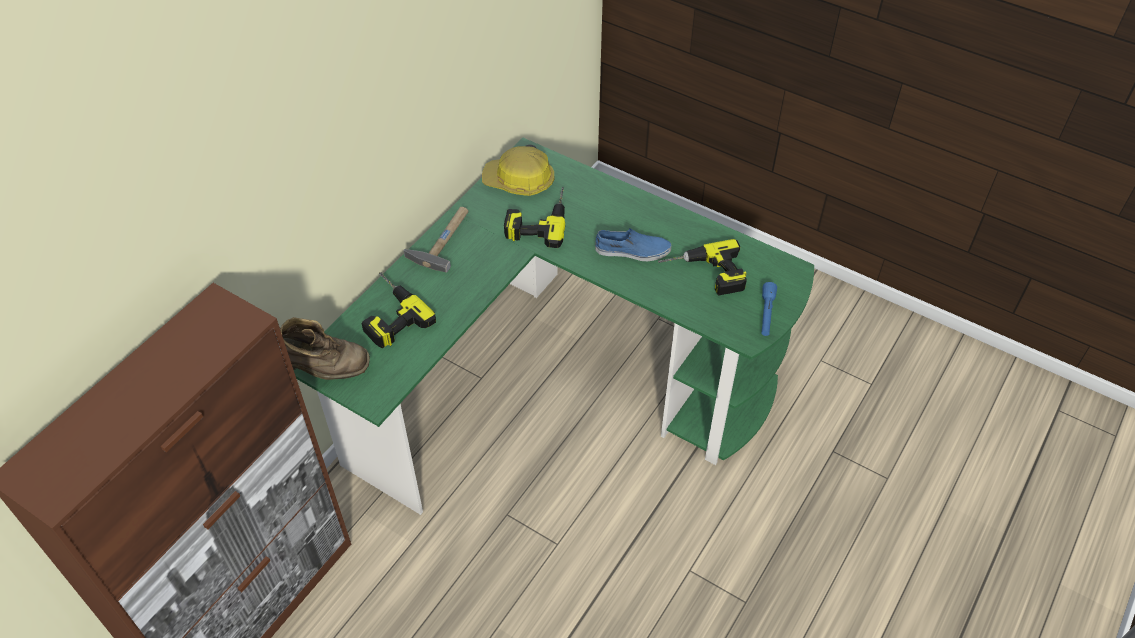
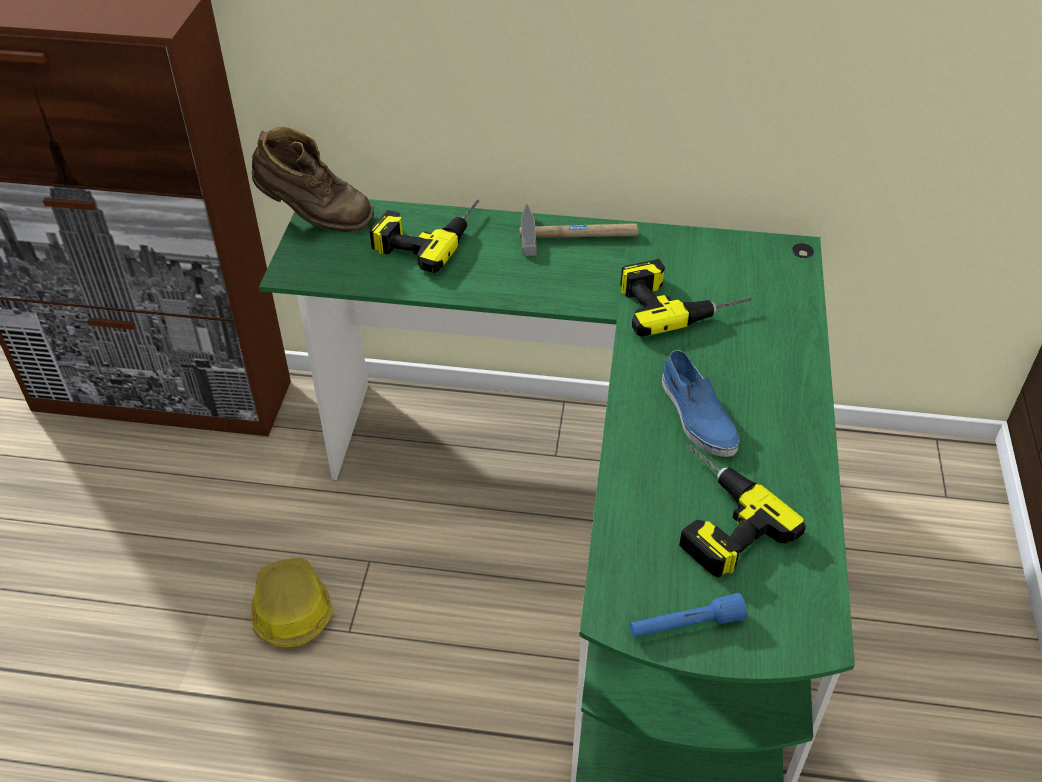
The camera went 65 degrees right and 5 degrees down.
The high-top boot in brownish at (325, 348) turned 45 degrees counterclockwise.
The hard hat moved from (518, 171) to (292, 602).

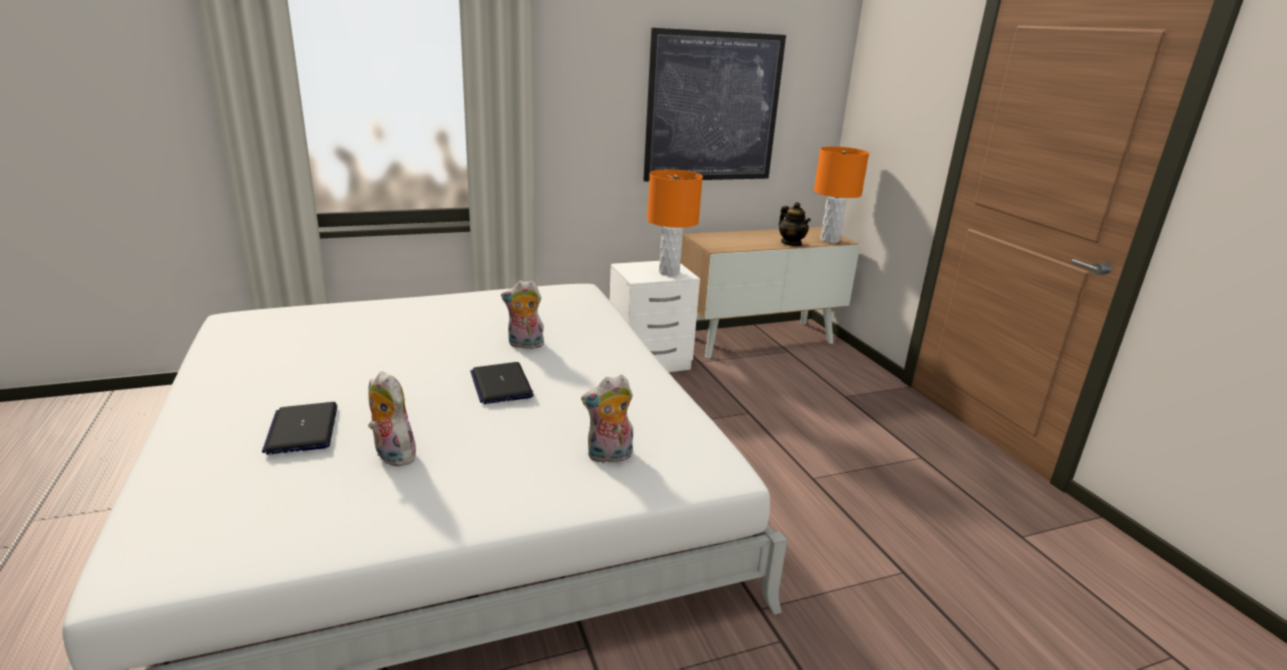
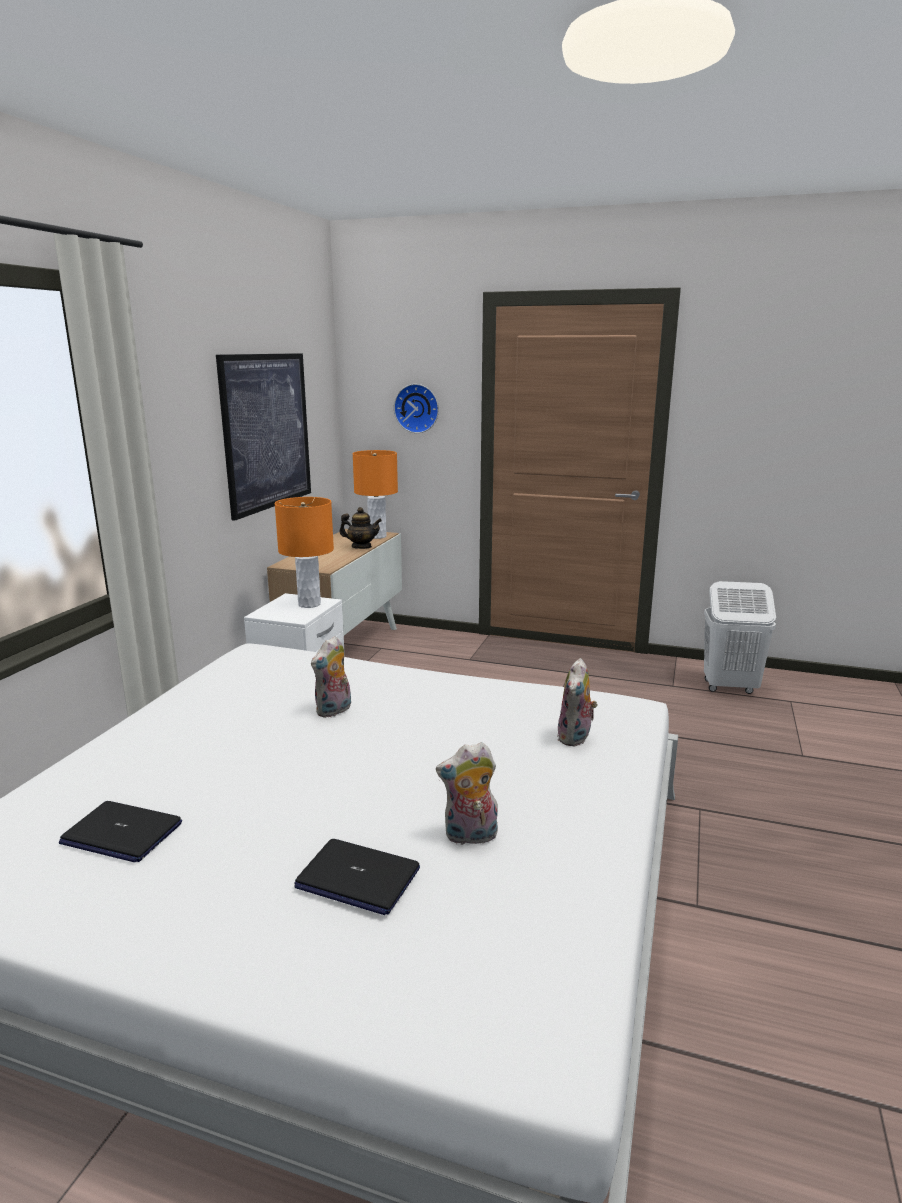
The camera went 50 degrees left and 5 degrees down.
The portable computer moved from (502, 383) to (120, 831).
The clock on the wall at (416, 408) appeared.
The hamper in white-coloured at (740, 637) appeared.

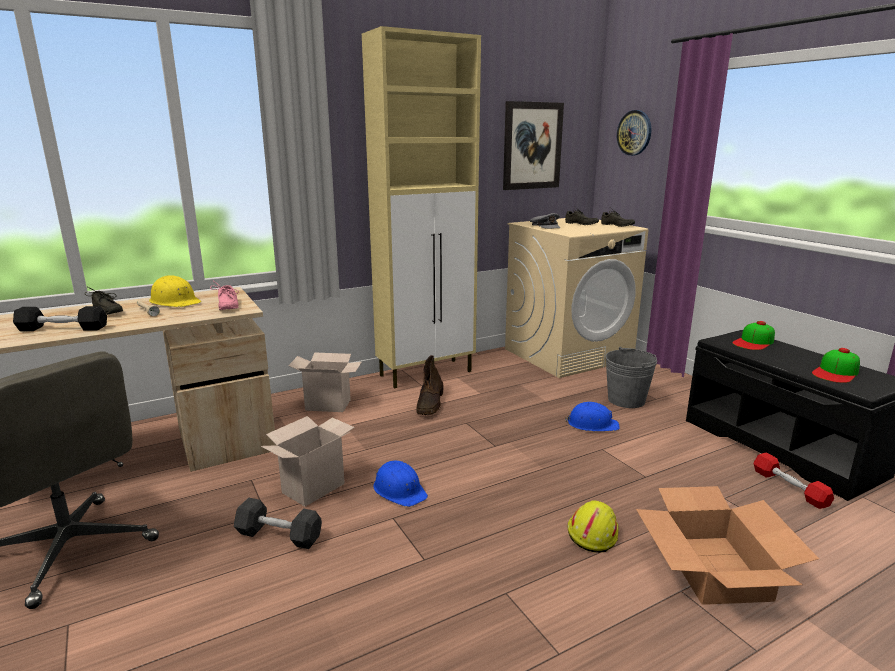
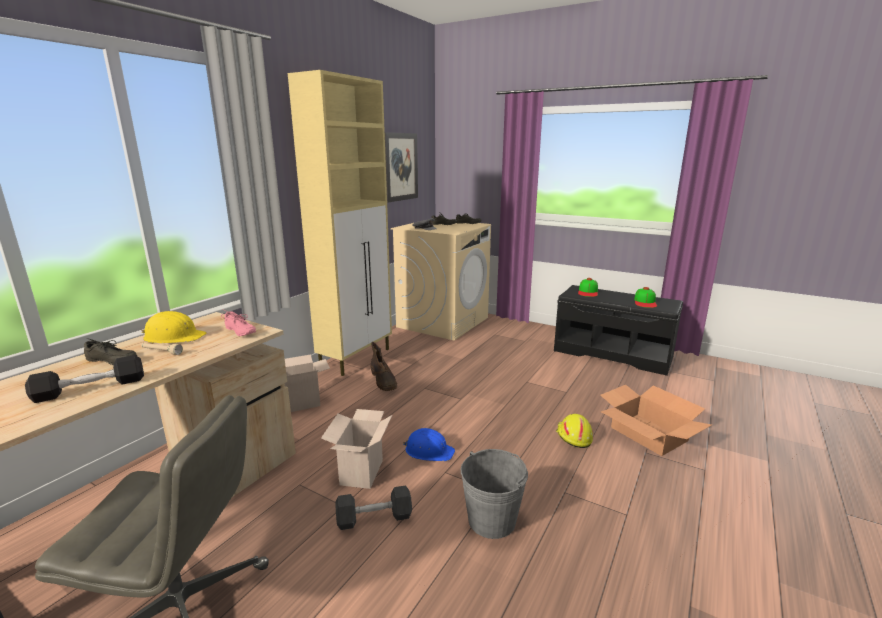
The camera went 30 degrees left and 0 degrees up.
The hard hat in blue-coloured at (592, 416) disappeared.
The water bucket in grey moved from (631, 377) to (494, 494).
The clock on the wall at (634, 133) disappeared.
The dumbbell in red at (793, 480) disappeared.

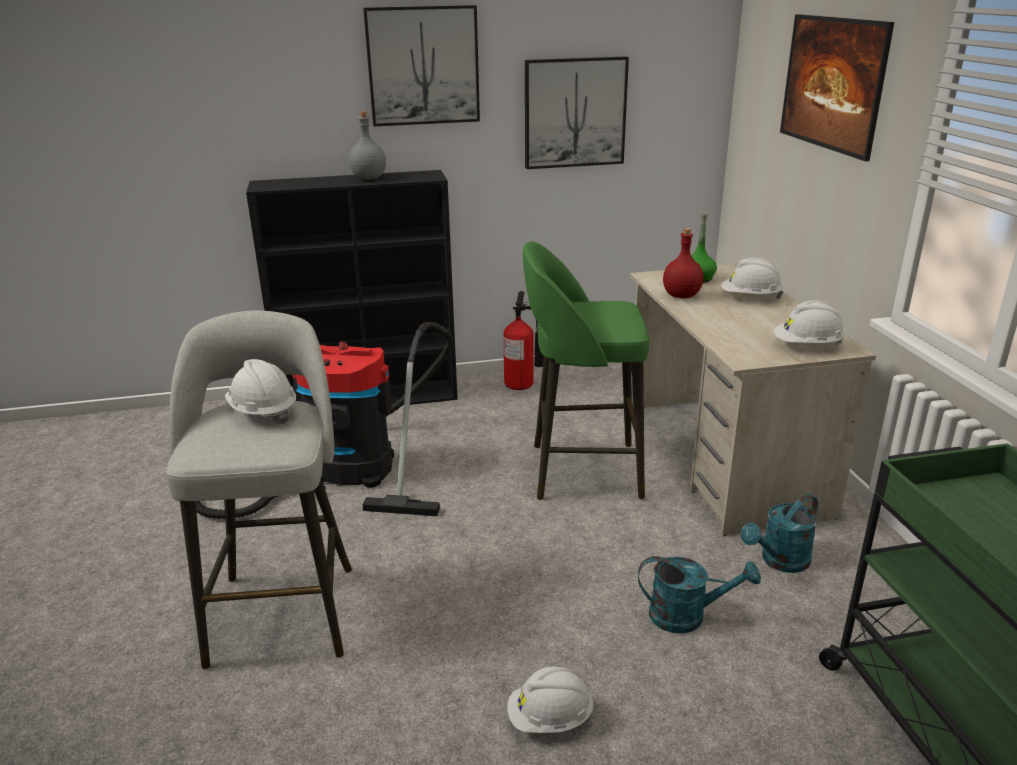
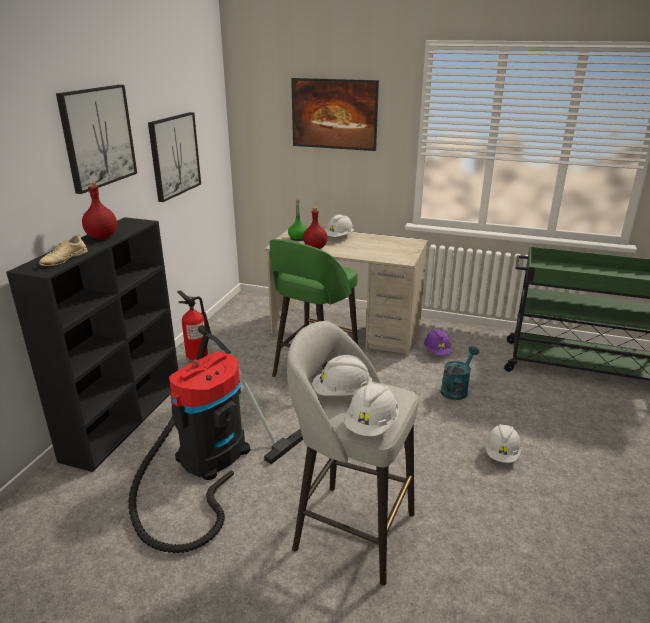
The camera went 60 degrees left and 0 degrees up.
The bottle in grey at (367, 145) became the bottle in red at (99, 210).
The sprinkling can in turquoise at (779, 533) was replaced by the hard hat in purplish at (438, 342).
The hard hat in white-coloured moved from (809, 322) to (371, 409).
The item of footwear in beige at (63, 250) appeared.

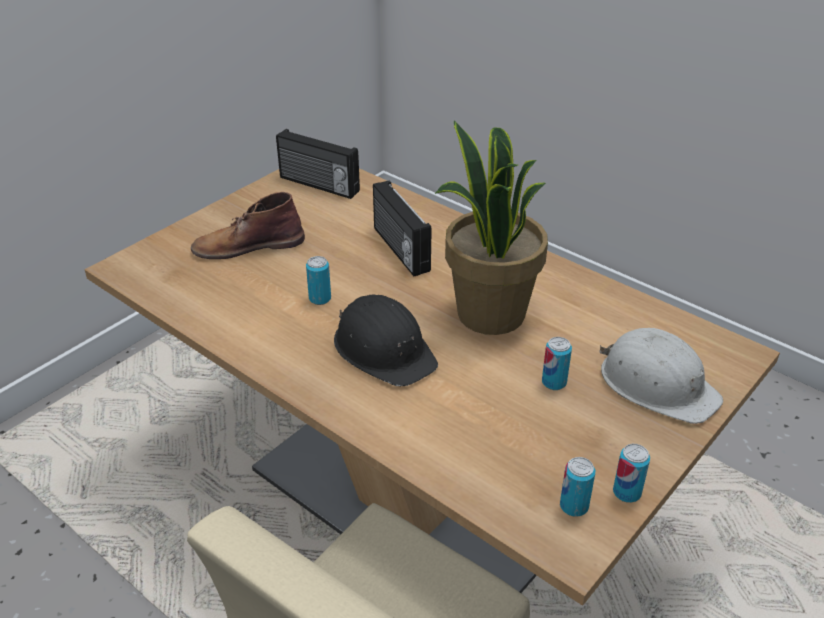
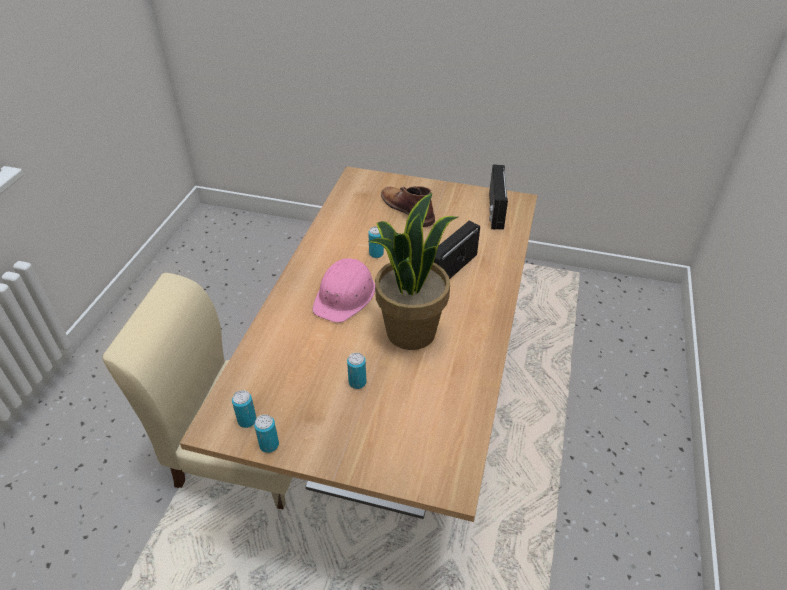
The camera went 65 degrees right and 5 degrees up.
The hard hat in black at (386, 340) became the hard hat in pinkish at (343, 290).
The hard hat in white-coloured at (661, 376) disappeared.

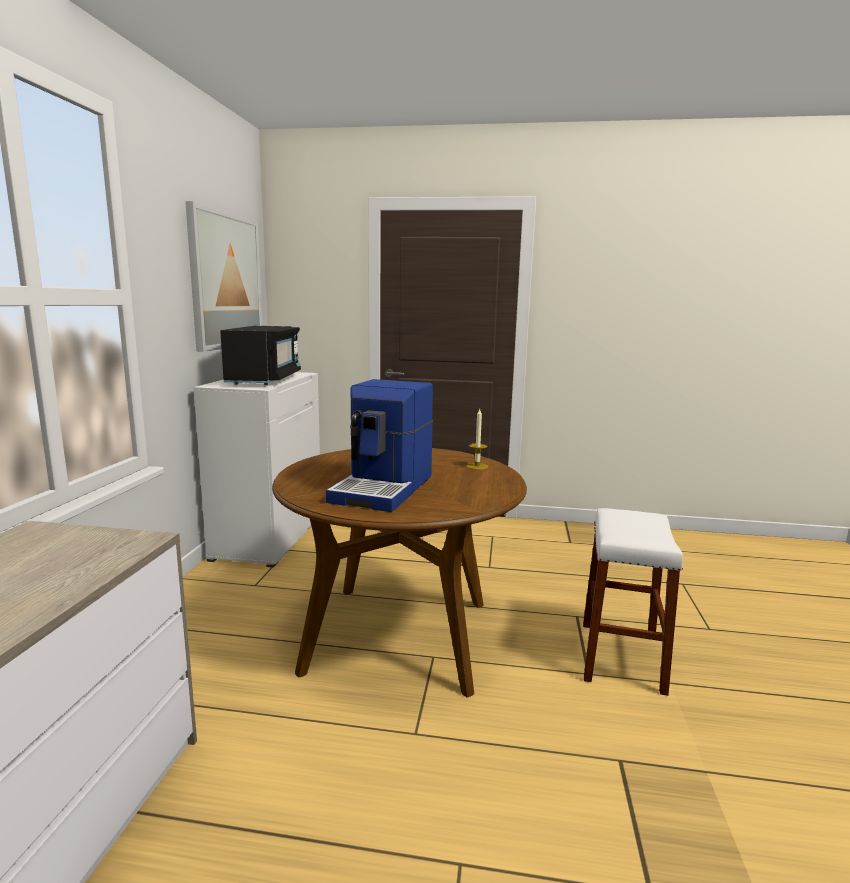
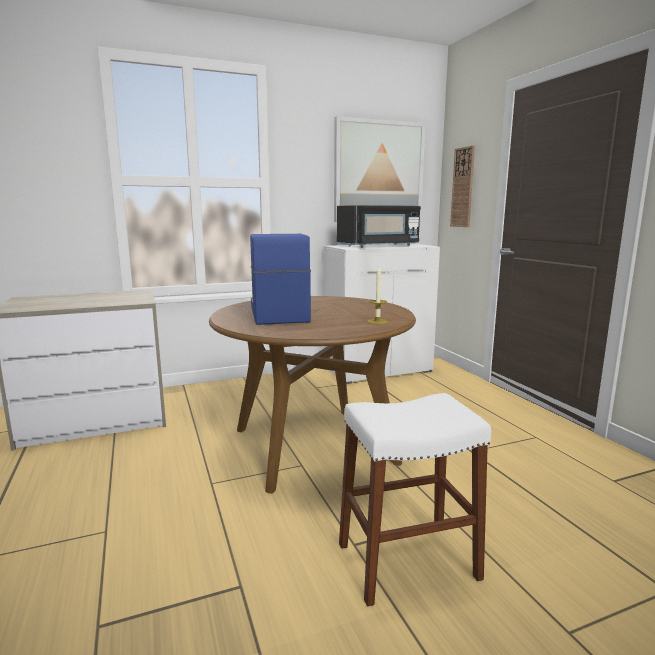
The camera went 60 degrees right and 0 degrees up.
The coffee brewer at (379, 445) turned 90 degrees clockwise.
The clock on the wall at (462, 186) appeared.

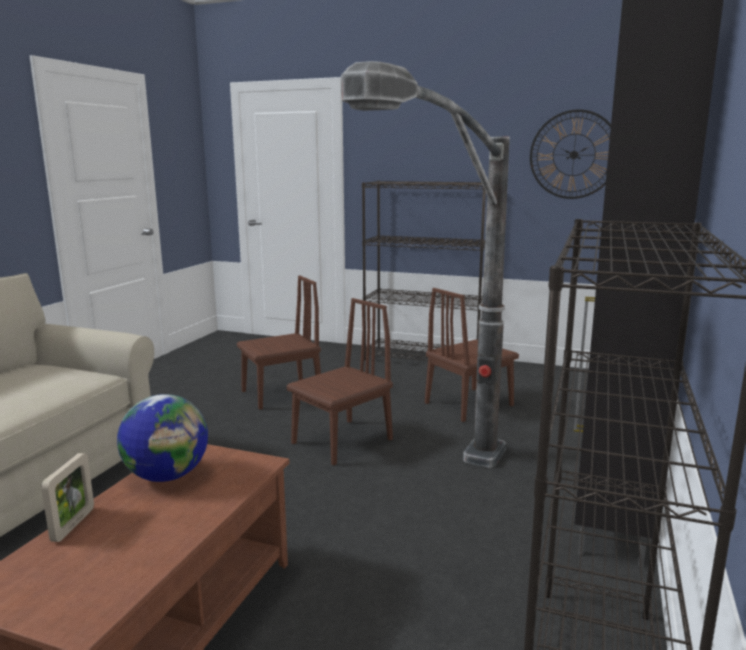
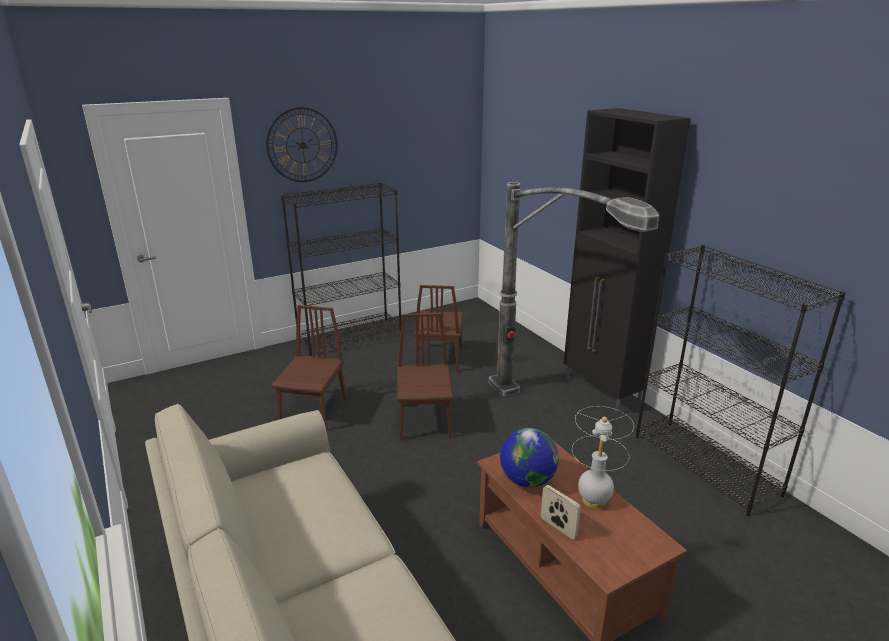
The camera went 50 degrees left and 10 degrees up.
The clock on the wall moved from (570, 154) to (302, 144).
The tabletop lamp in white-coloured at (603, 457) appeared.

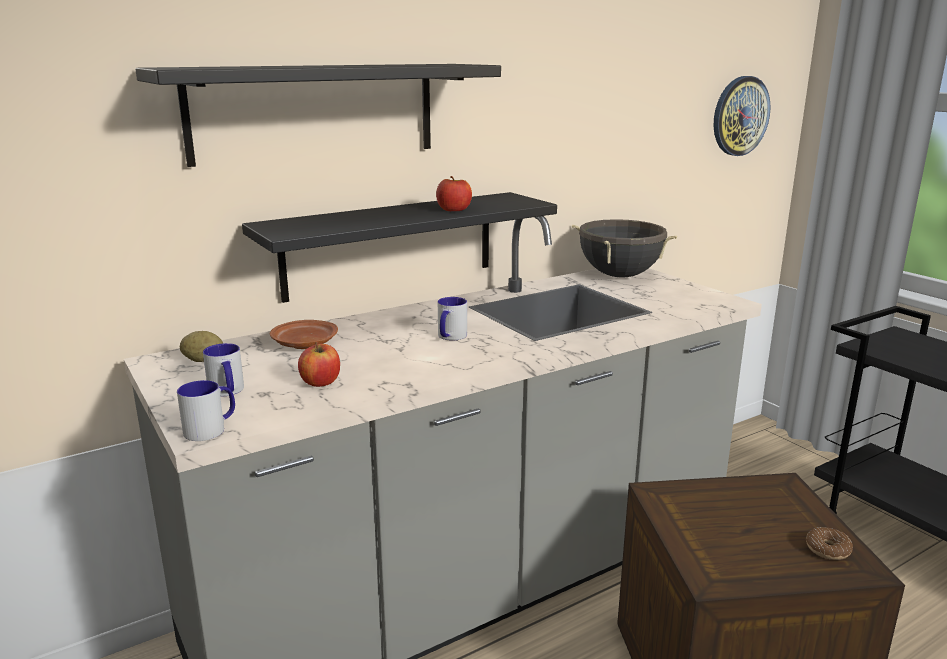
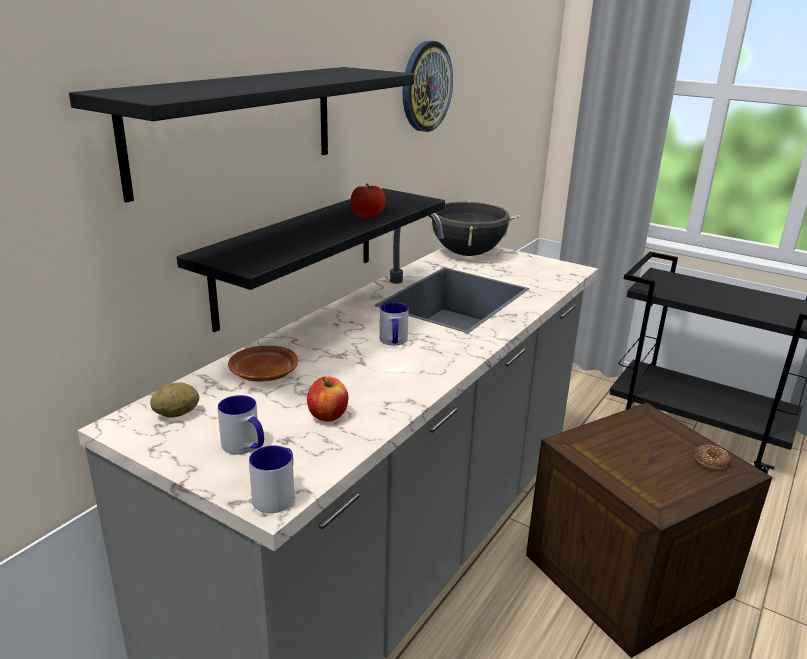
The camera went 25 degrees left and 5 degrees up.
The clock on the wall moved from (742, 116) to (427, 86).

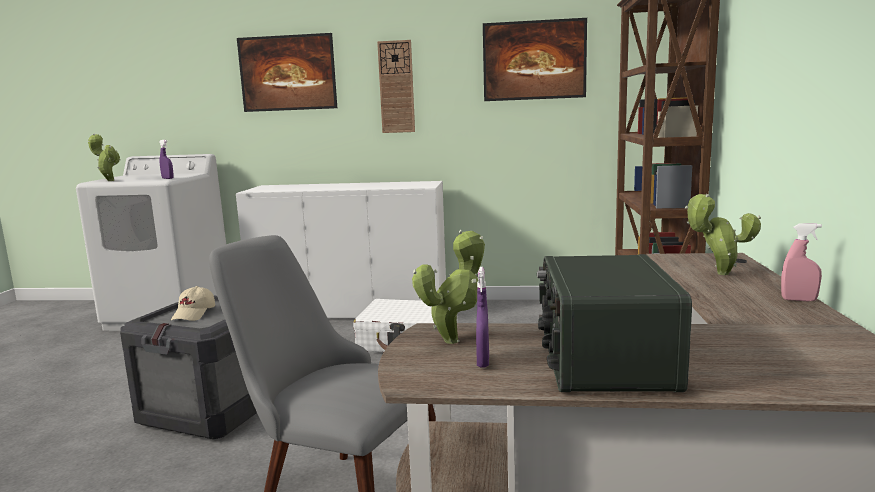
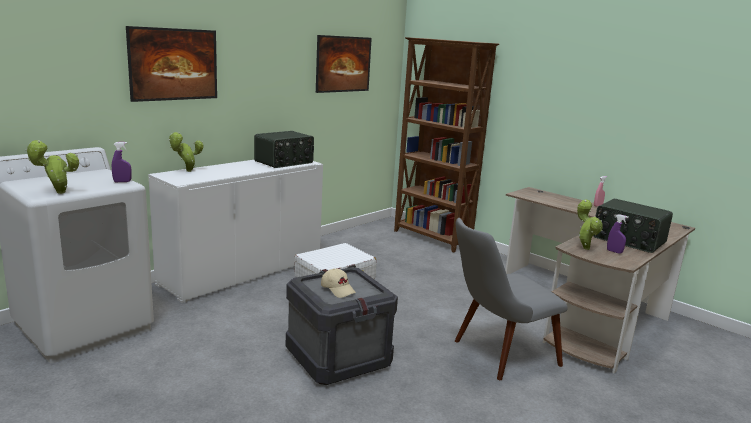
The camera went 55 degrees left and 5 degrees up.
The clock on the wall at (396, 86) disappeared.
The plant in a pot moved from (723, 234) to (186, 152).
The radio set at (284, 149) appeared.

